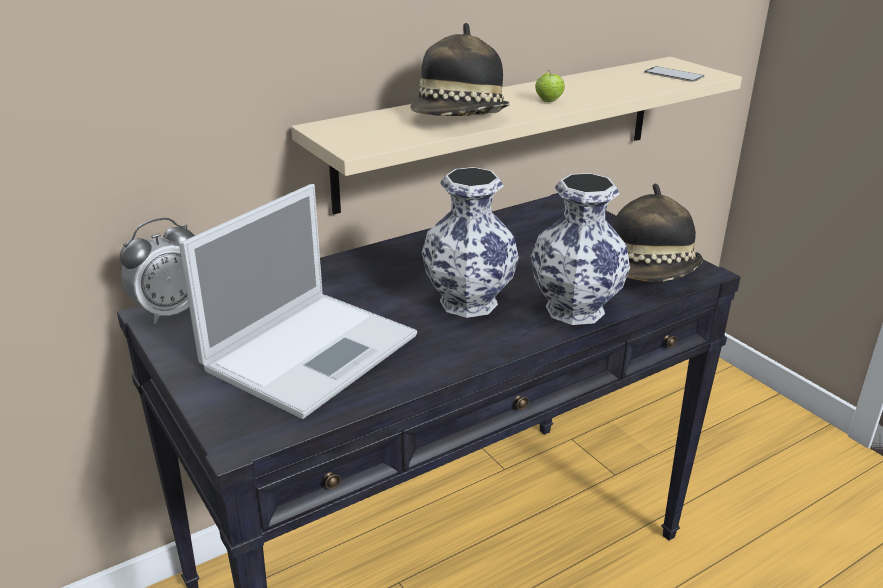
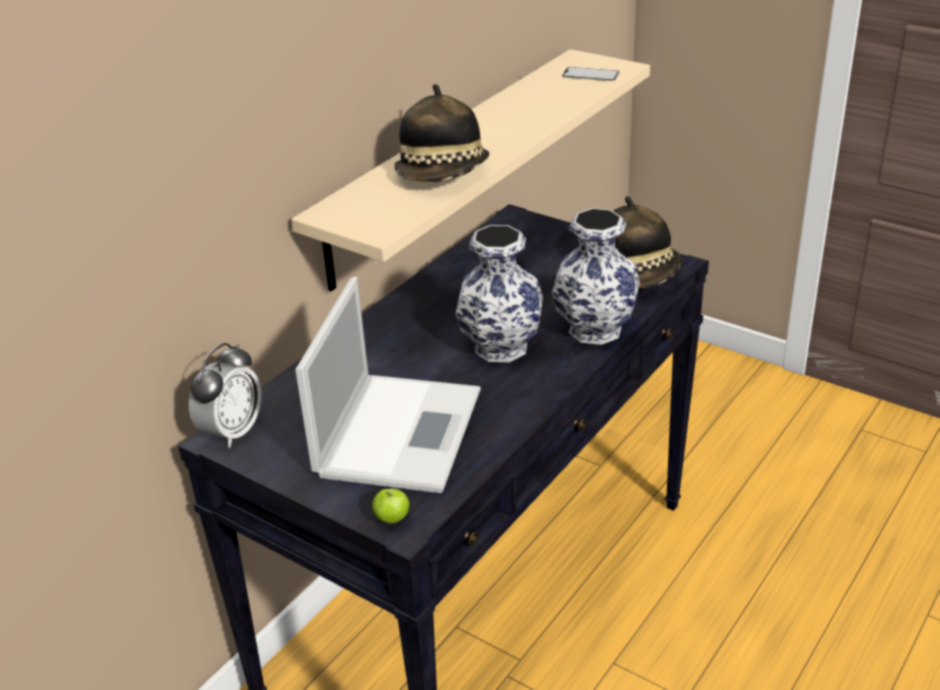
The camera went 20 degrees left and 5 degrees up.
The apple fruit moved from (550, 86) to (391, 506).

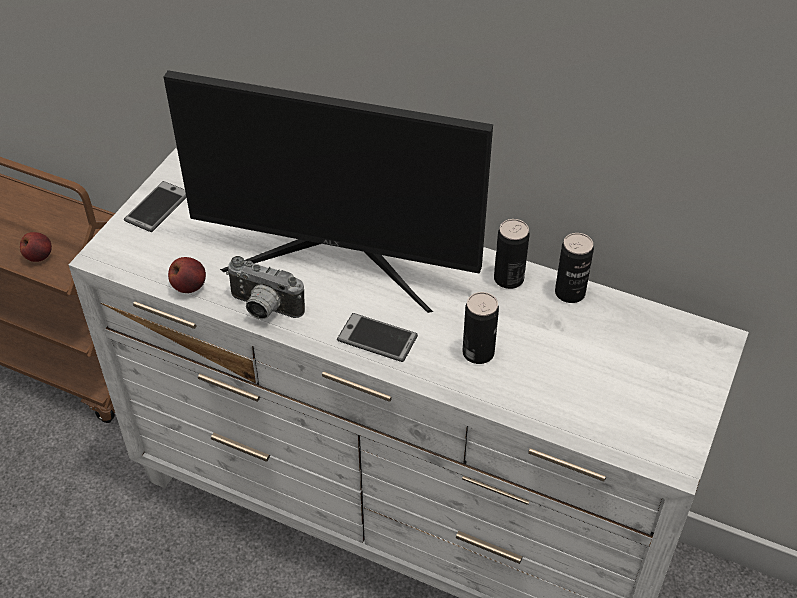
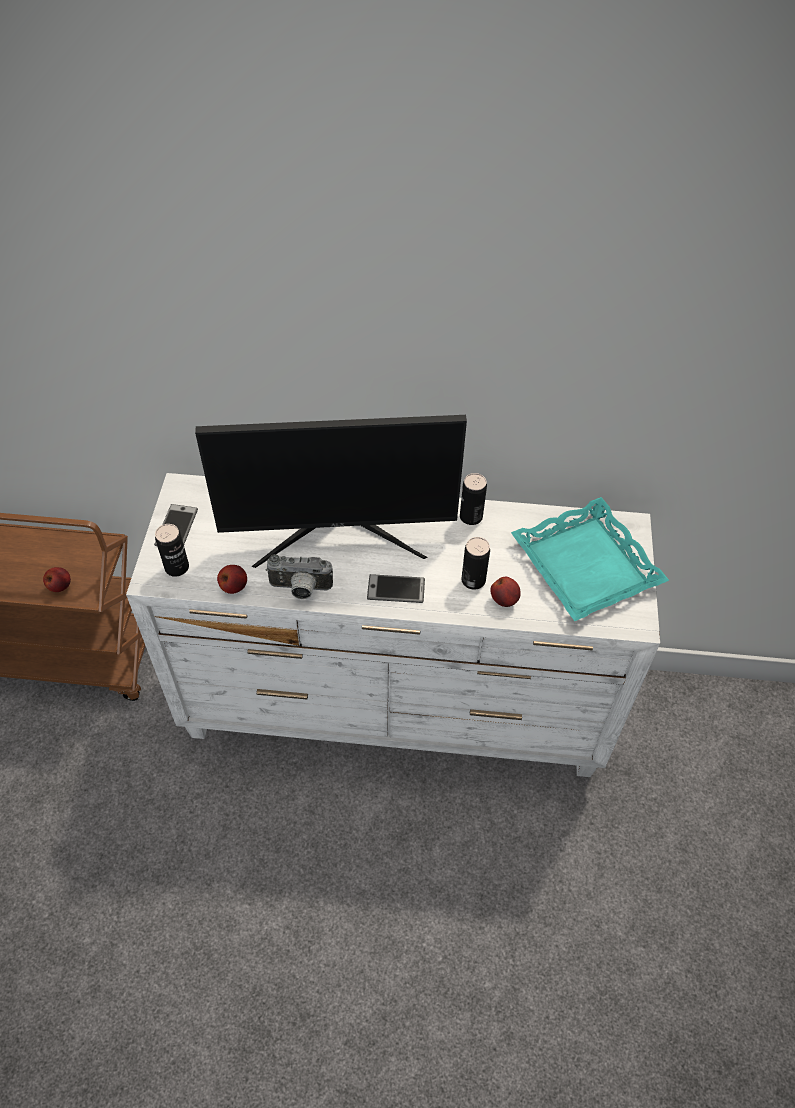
The camera went 20 degrees left and 5 degrees up.
The can moved from (574, 268) to (172, 550).
The apple fruit at (505, 592) appeared.
The carrying tray in turquoise at (590, 559) appeared.

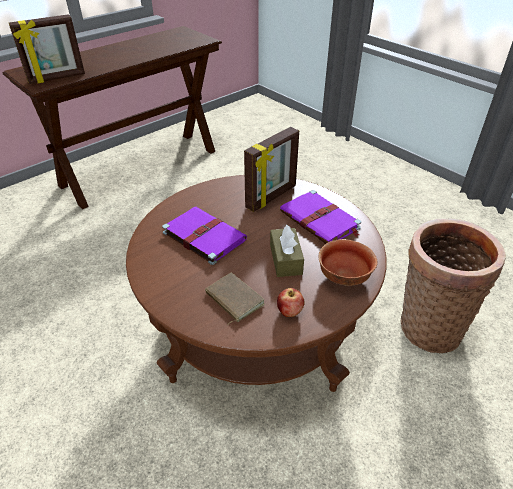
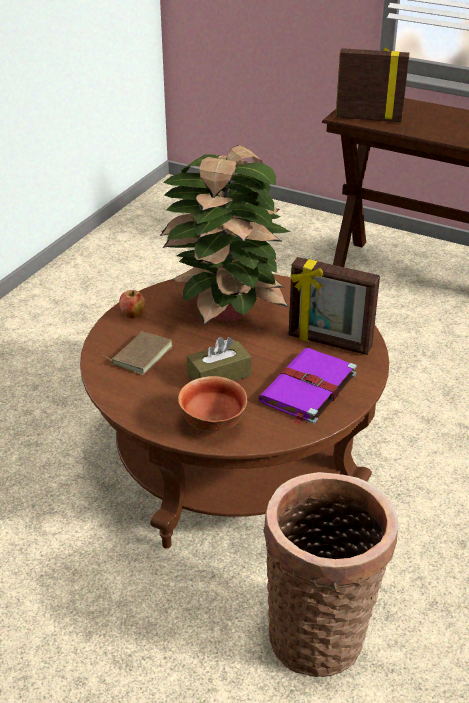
The camera went 70 degrees right and 5 degrees down.
The picture frame at (47, 49) turned 150 degrees clockwise.
The bound book in purplish at (204, 236) was replaced by the plant in a pot at (225, 235).
The apple fruit moved from (291, 302) to (132, 304).

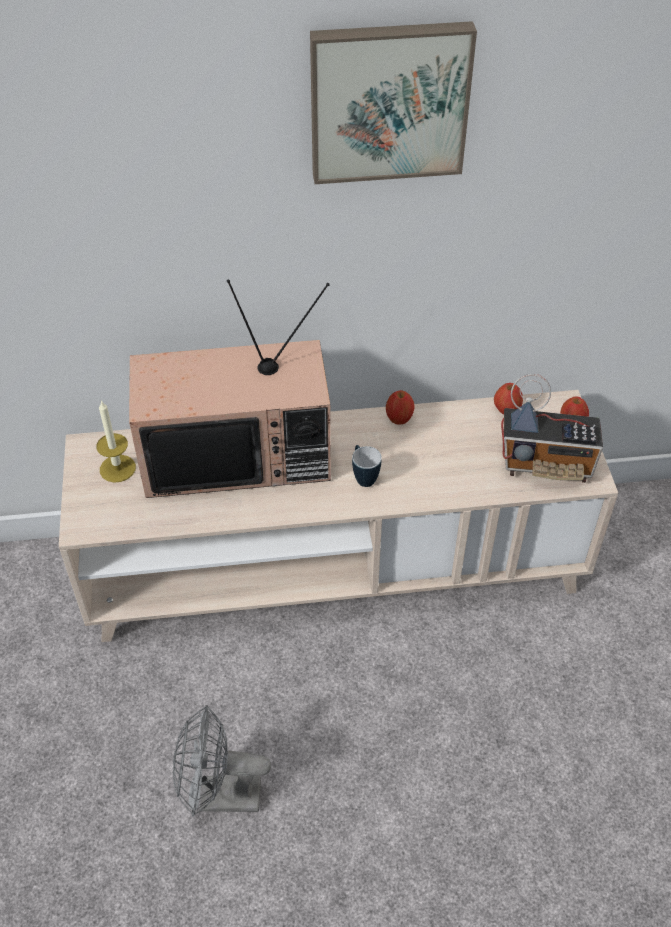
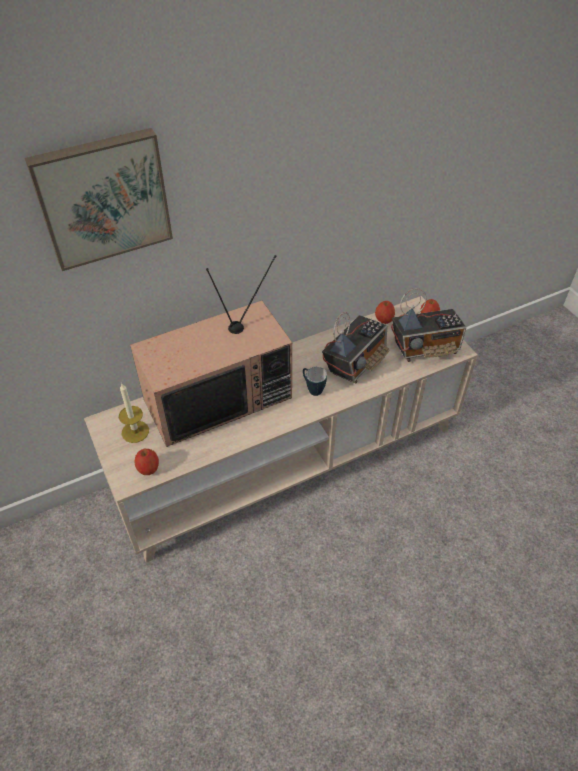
The camera went 20 degrees left and 0 degrees up.
The fan in grey at (222, 761) disappeared.
The wall picture moved from (393, 102) to (99, 199).
The apple fruit moved from (400, 407) to (146, 462).
The radio set at (355, 347) appeared.

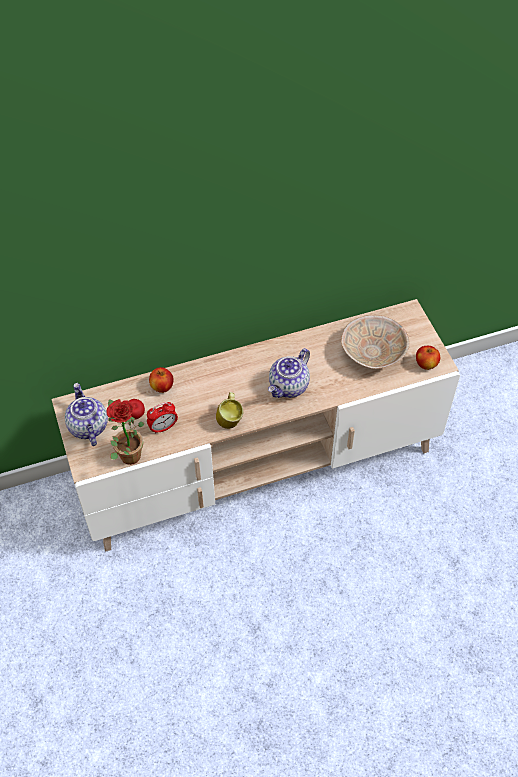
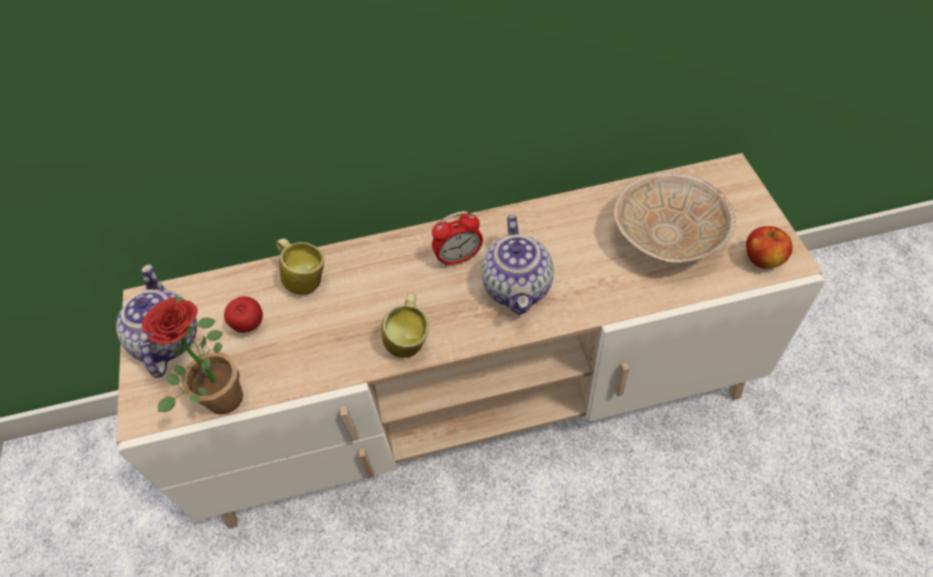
The camera went 10 degrees right and 0 degrees up.
The bedside clock moved from (162, 418) to (457, 239).
The apple fruit at (161, 380) was replaced by the mug at (300, 266).
The teapot at (289, 373) turned 45 degrees counterclockwise.

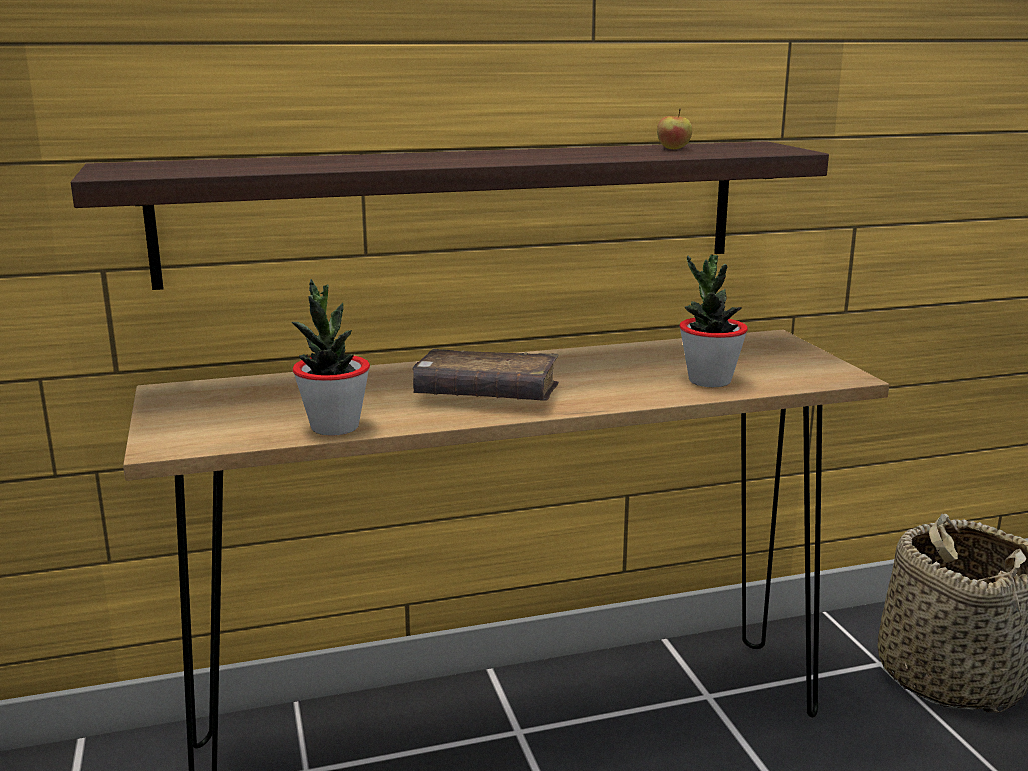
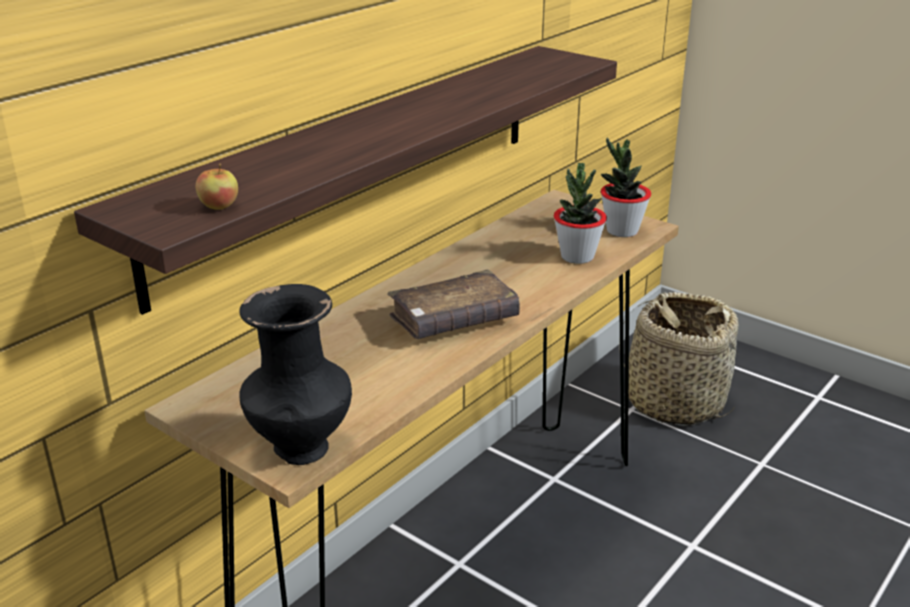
The camera went 35 degrees left and 10 degrees up.
The plant in a pot moved from (331, 357) to (626, 187).
The apple fruit moved from (674, 128) to (217, 186).
The flower vase in black at (295, 374) appeared.

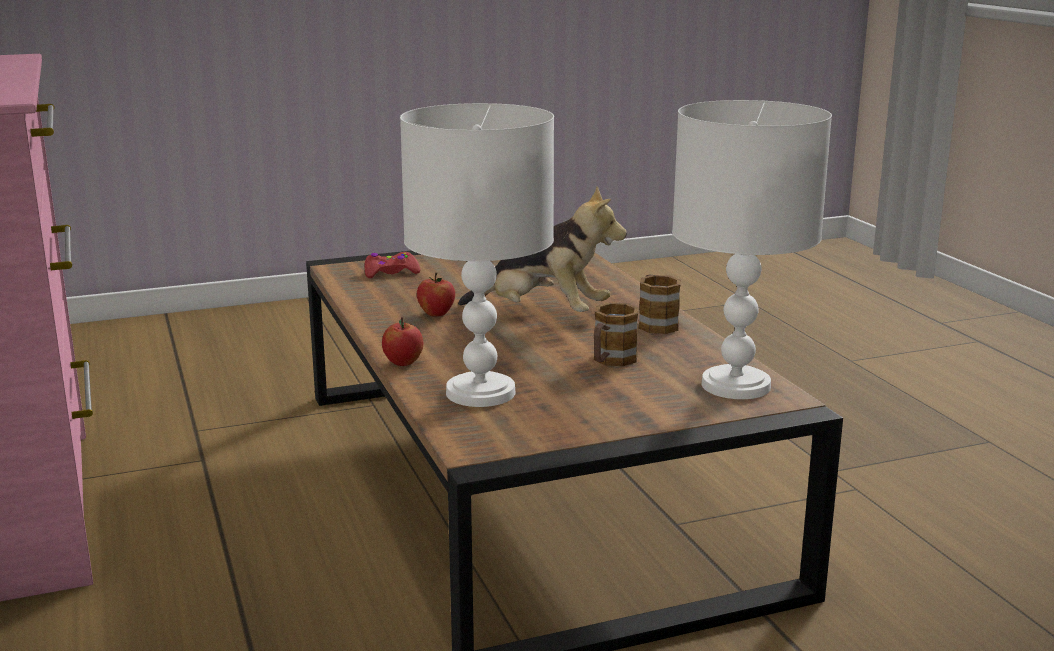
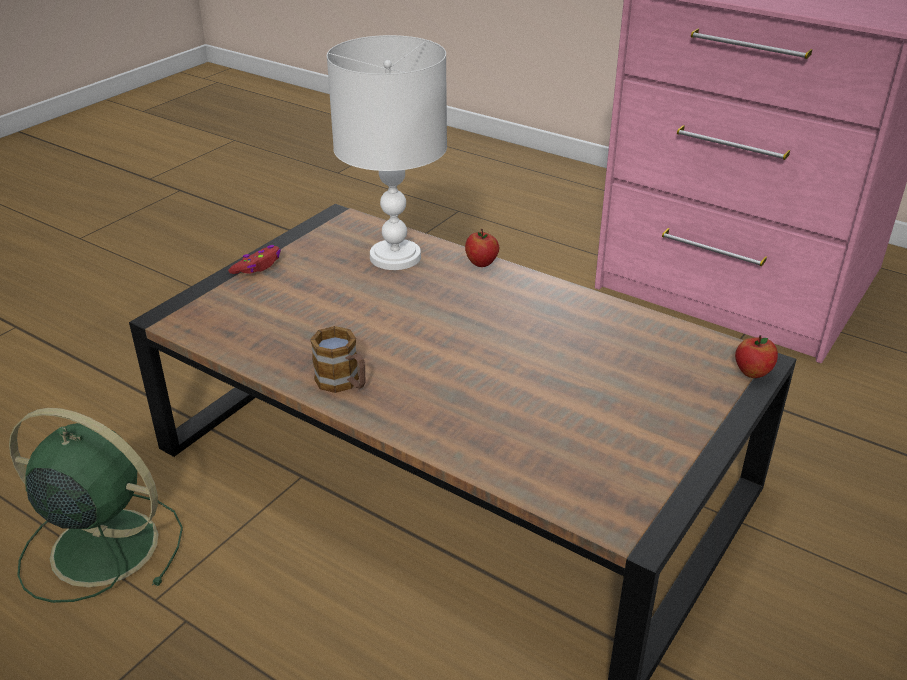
The camera went 145 degrees right and 15 degrees up.
The joypad in red moved from (392, 265) to (254, 259).
The apple fruit moved from (436, 295) to (756, 356).
The plush toy at (542, 249) disappeared.
The mug at (616, 334) disappeared.
The tabletop lamp in white-coloured at (752, 249) disappeared.
The fan in green-coloured at (96, 505) appeared.

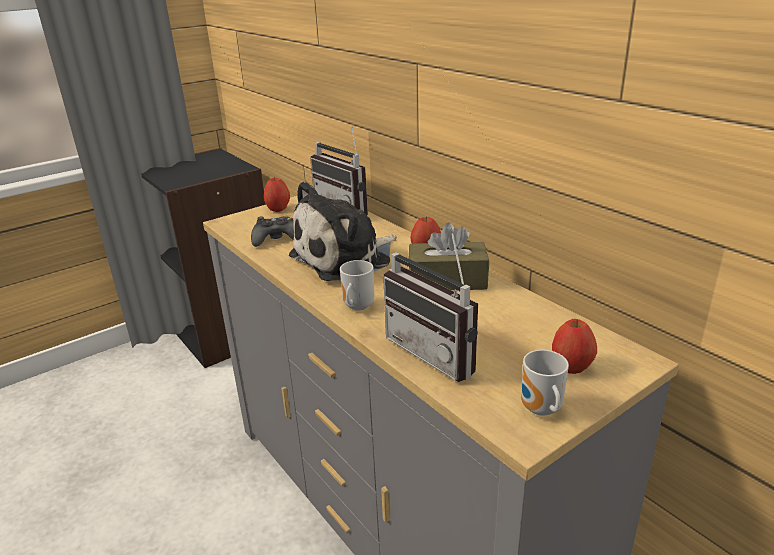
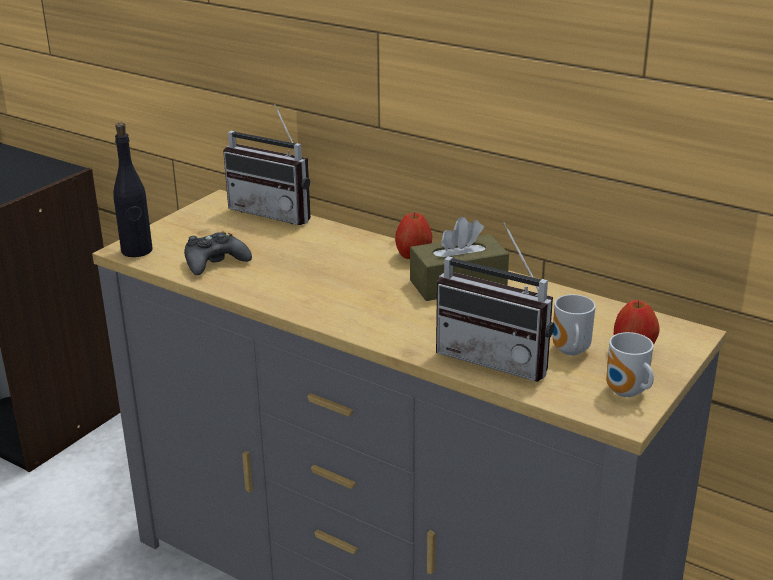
The camera went 20 degrees left and 0 degrees up.
The apple fruit at (277, 194) disappeared.
The plush toy at (343, 231) disappeared.
The mug moved from (357, 285) to (574, 325).
The bottle in black at (132, 190) appeared.

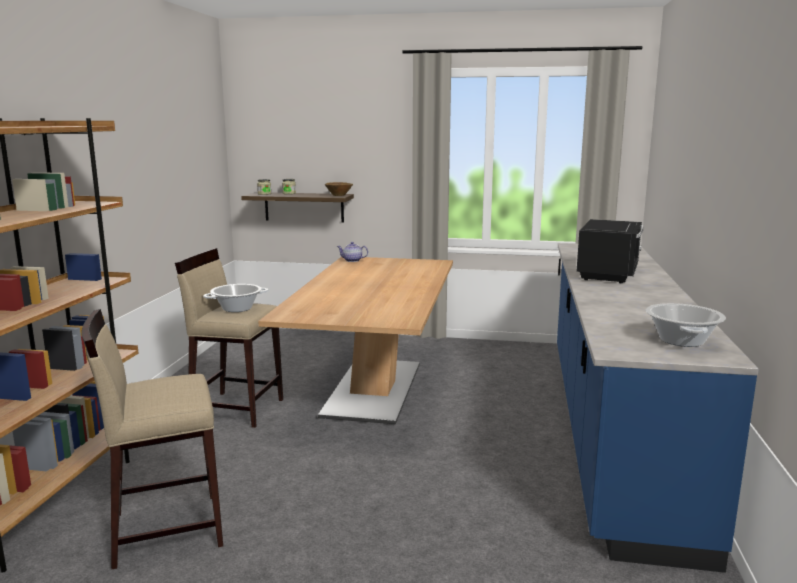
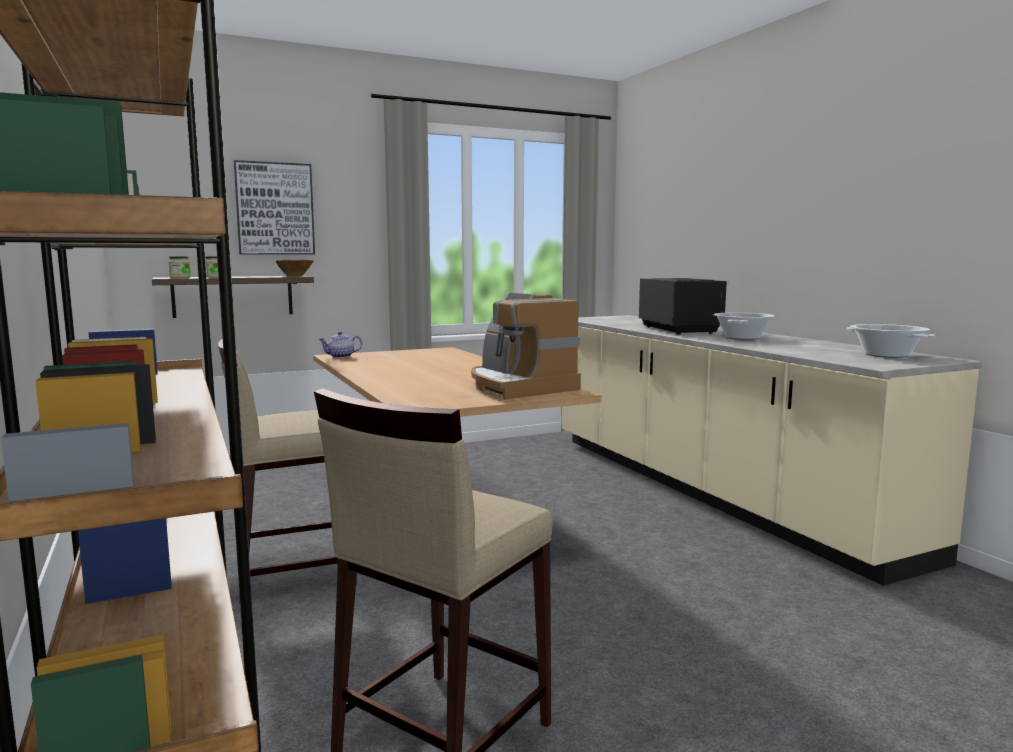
The camera went 35 degrees left and 5 degrees down.
The saucepot moved from (235, 298) to (744, 326).
The counter in blue-coloured at (658, 408) became the counter in beige at (772, 450).
The wall picture at (274, 207) appeared.
The coffee brewer at (526, 346) appeared.

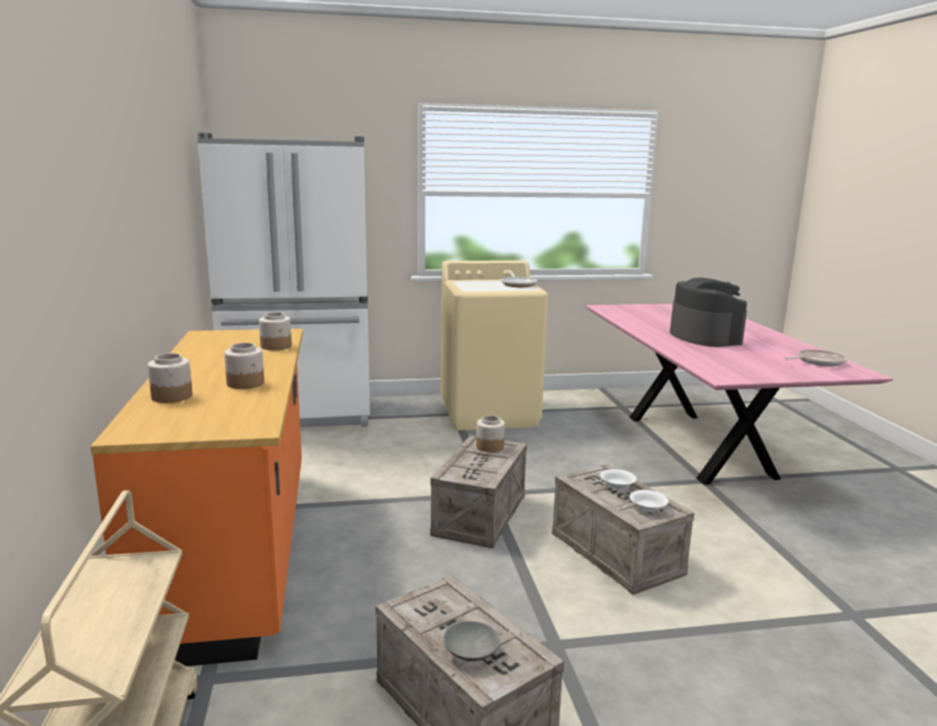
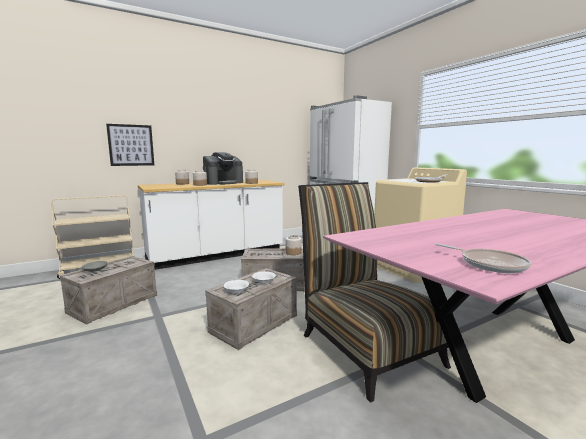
The camera went 70 degrees right and 5 degrees down.
The counter in orange-coloured at (197, 498) became the counter in white-coloured at (211, 225).
The coffee brewer moved from (708, 312) to (223, 168).
The wall picture at (130, 145) appeared.
The chair at (374, 292) appeared.

